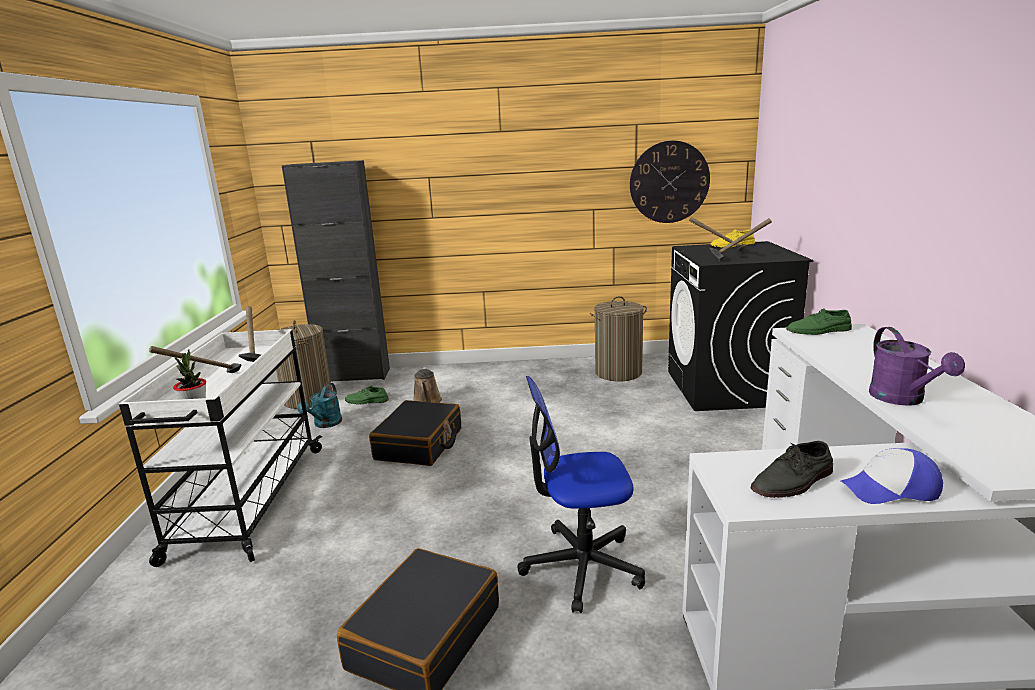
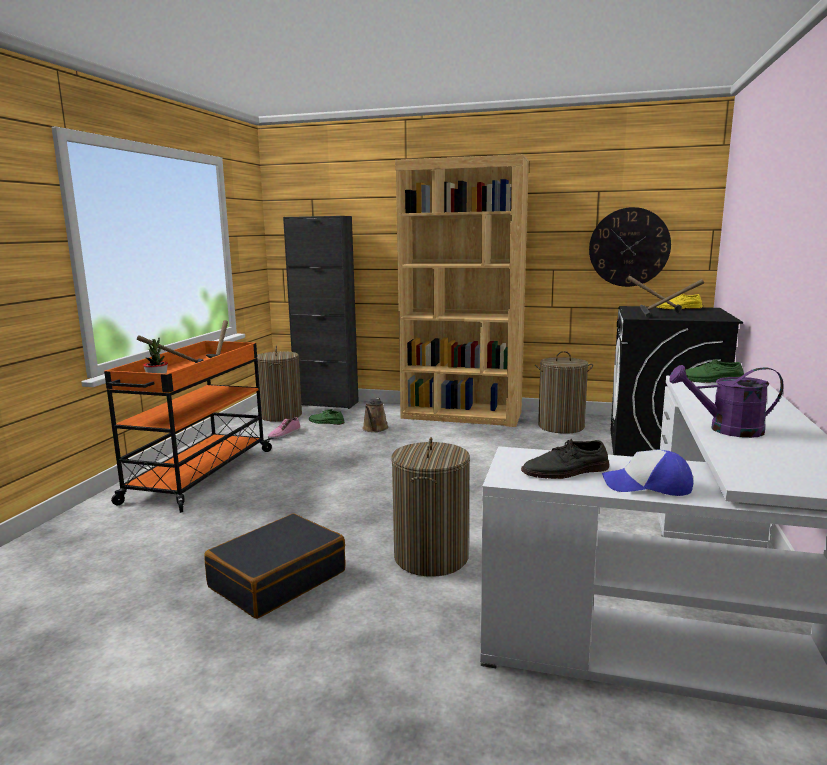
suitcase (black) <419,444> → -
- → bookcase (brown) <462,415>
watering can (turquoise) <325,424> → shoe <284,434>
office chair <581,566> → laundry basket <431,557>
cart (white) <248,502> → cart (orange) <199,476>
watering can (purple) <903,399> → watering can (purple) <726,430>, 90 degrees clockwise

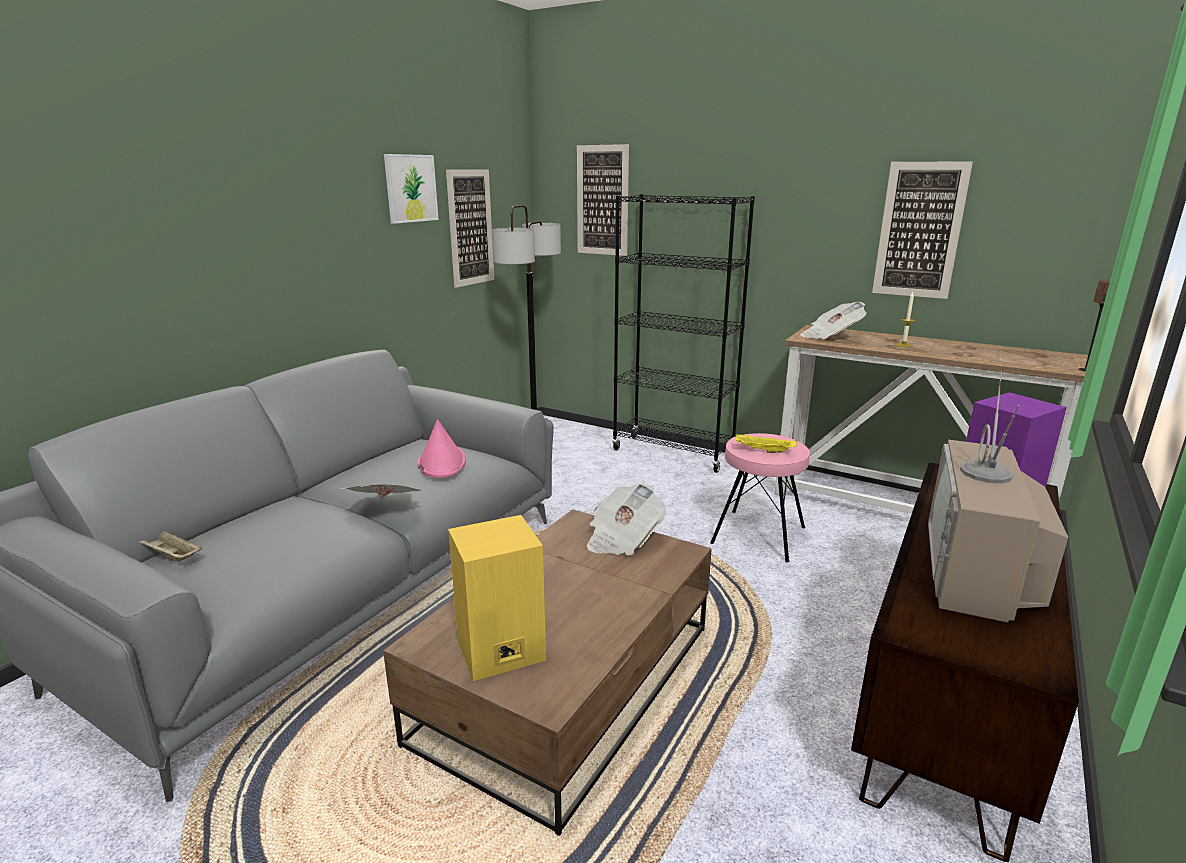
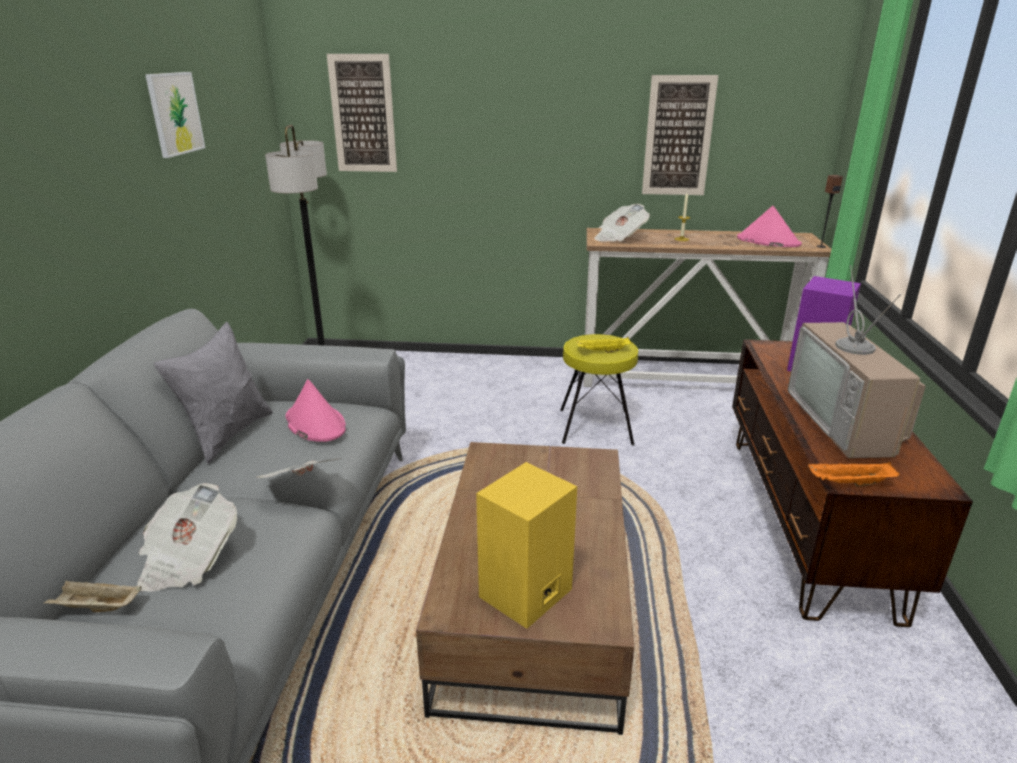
picture <470,228> → -
bookcase (black) <673,454> → -
- → pillow (grey) <227,434>
- → hat (pink) <767,241>
- → tray (orange) <849,484>
newspaper <622,539> → newspaper <188,559>, moved
stool (pink) <758,535> → stool (yellow) <595,427>

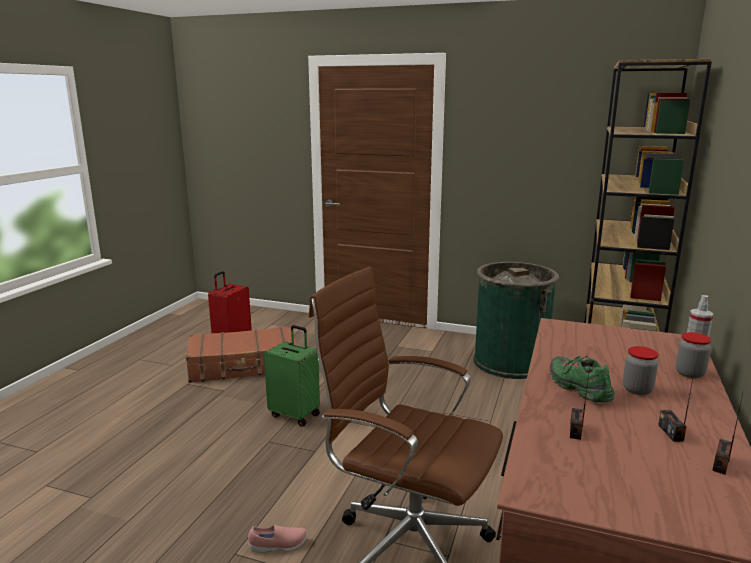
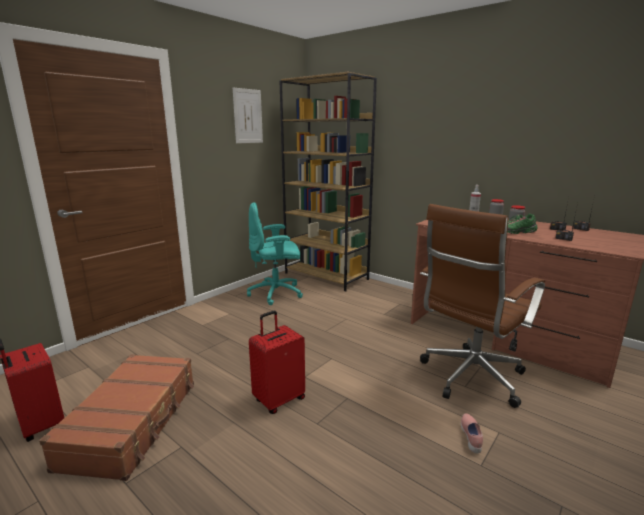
- → picture <248,116>
trash can (green) <510,362> → office chair (turquoise) <276,293>
suitcase (green) <295,414> → suitcase (red) <279,399>

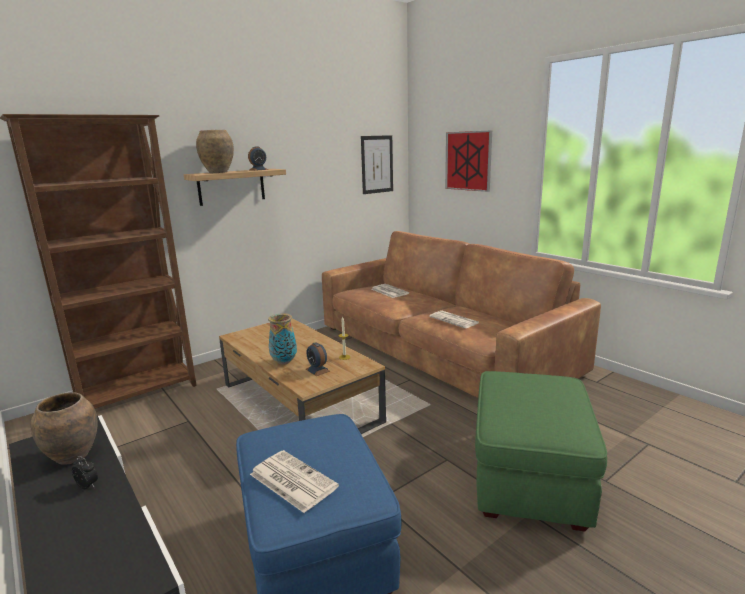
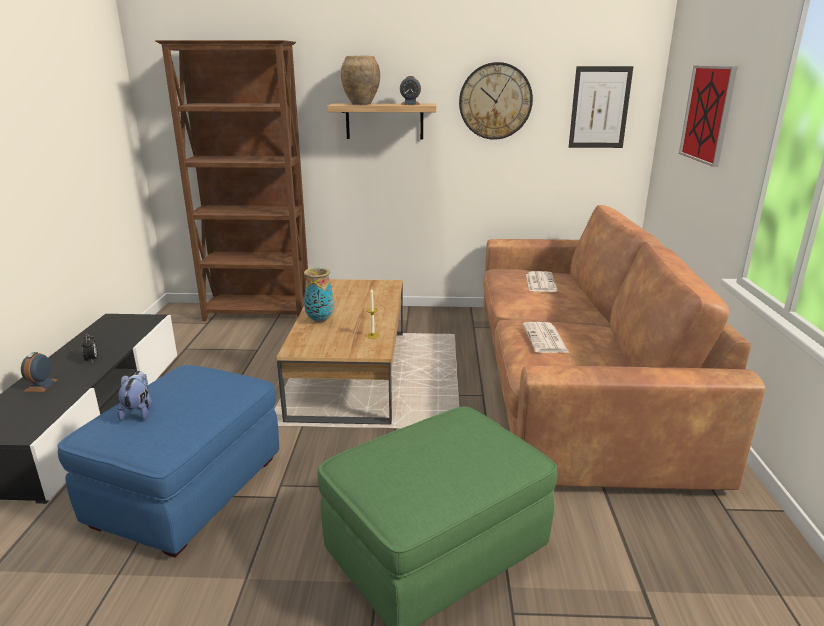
vase (brown) <73,456> → -
- → wall clock <495,101>
alarm clock <317,370> → alarm clock <41,385>, moved
newspaper <291,480> → plush toy <138,411>

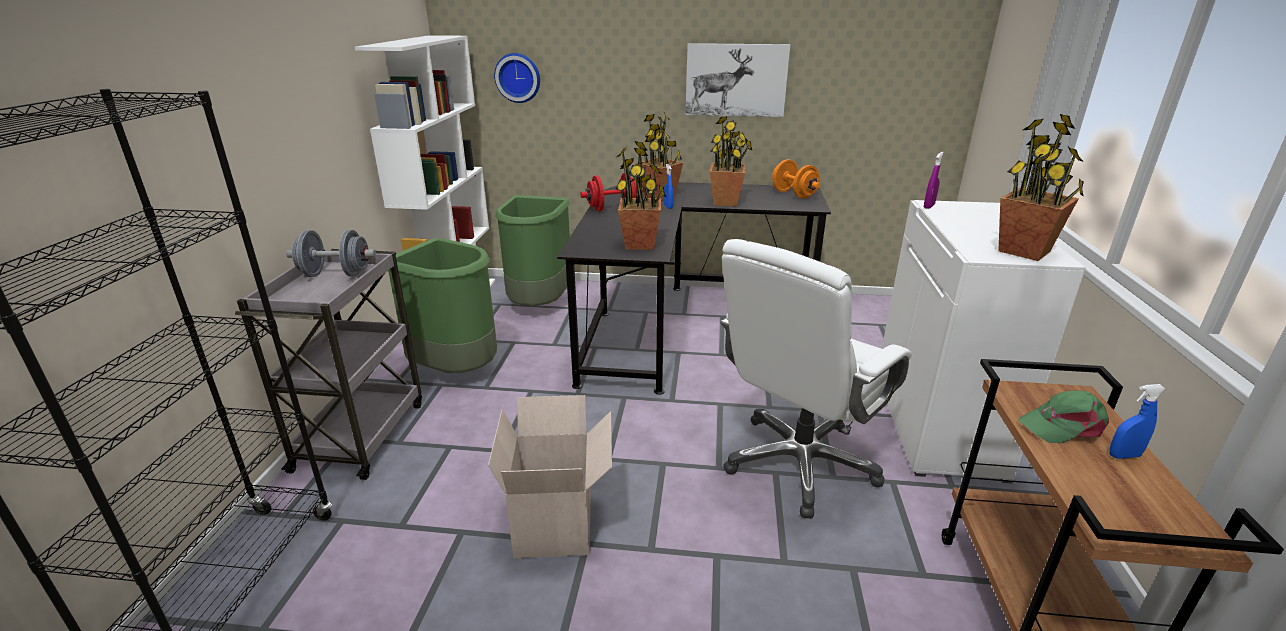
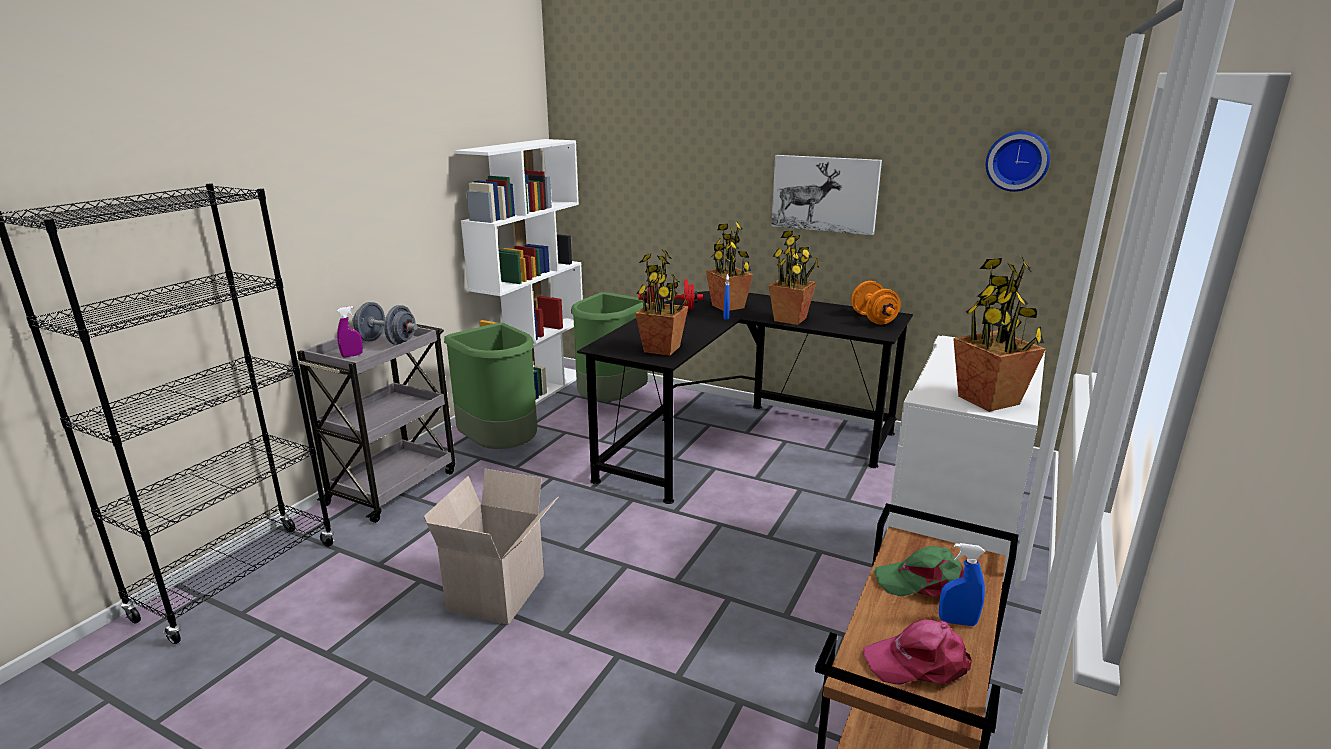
office chair (white) <799,463> → -
- → cap (pink) <918,662>
wall clock <518,77> → wall clock <1017,161>, moved
spray bottle (purple) <929,206> → spray bottle (purple) <352,355>, moved

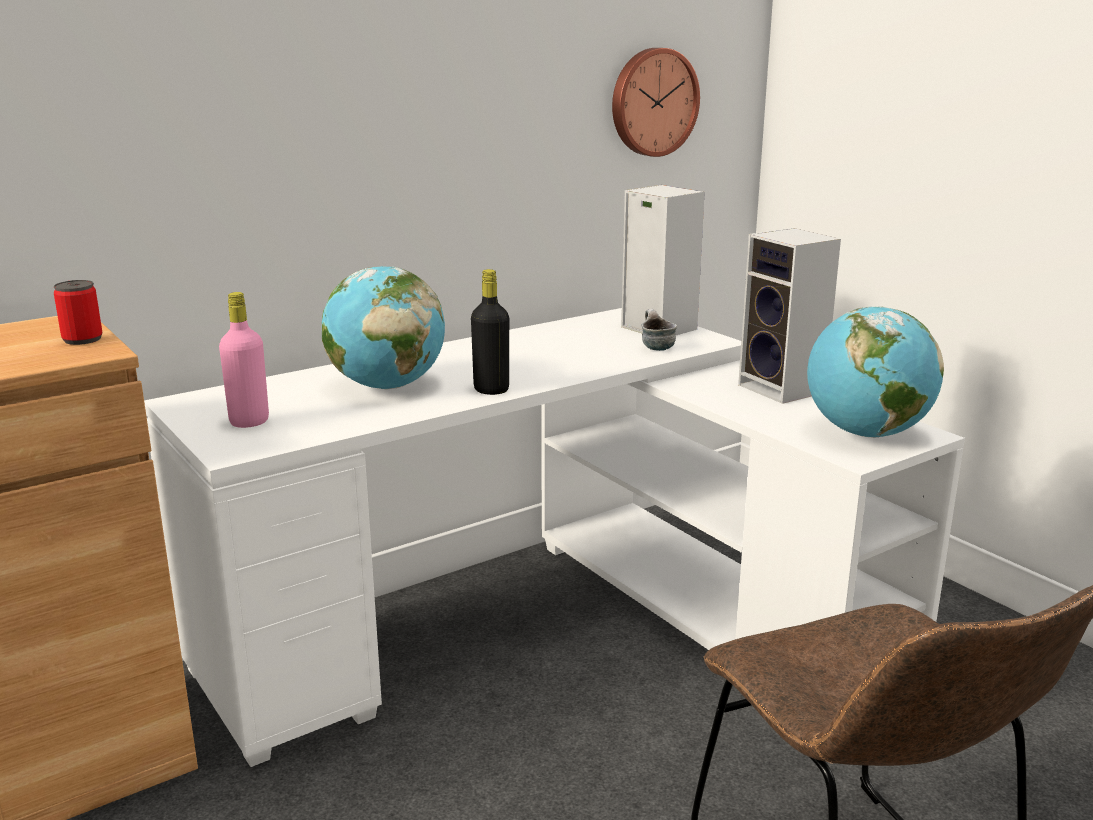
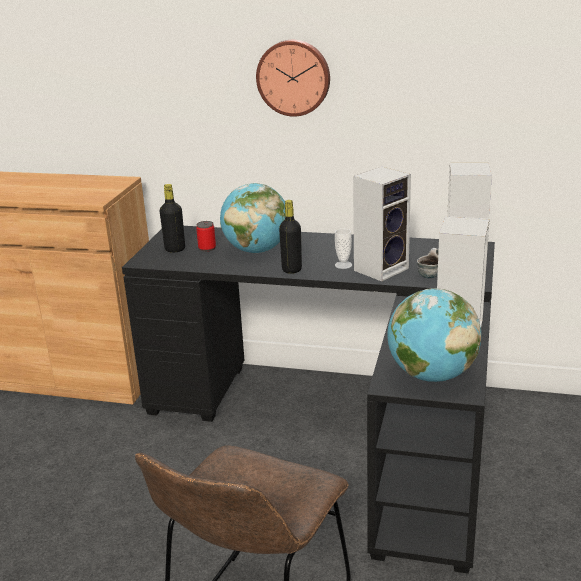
- → cup <343,265>
- → speaker <381,268>
can <82,339> → can <207,248>, moved
wall clock <652,102> → wall clock <294,77>, moved
desk (white) <553,629> → desk (black) <342,426>
bottle (pink) <249,422> → bottle (black) <175,249>

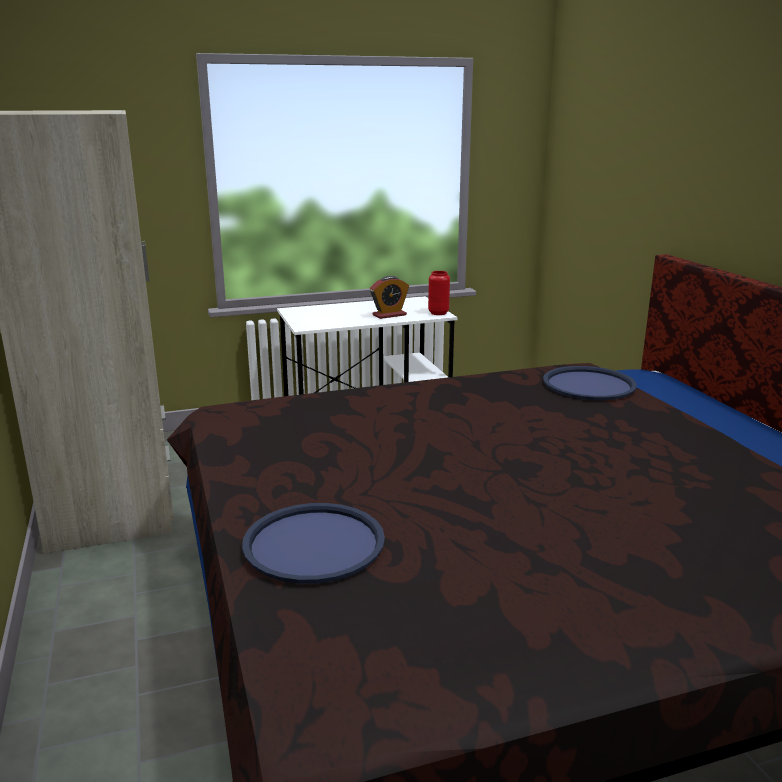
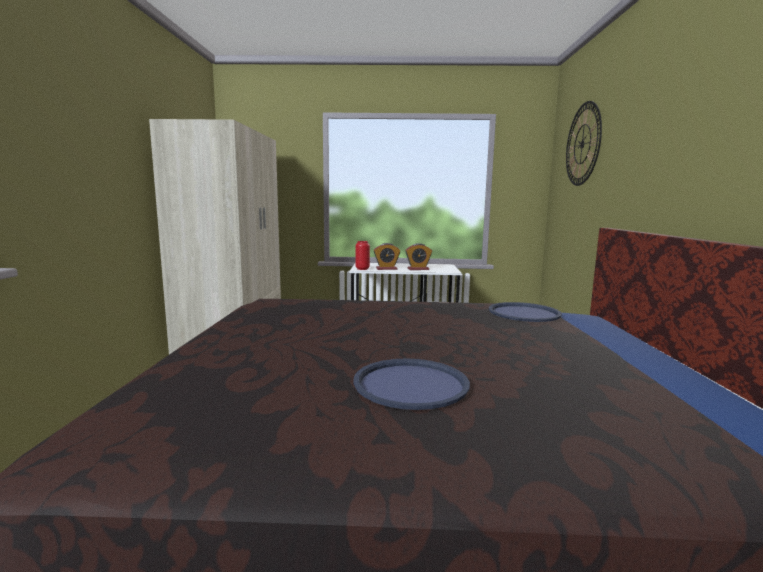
- → alarm clock <386,269>
- → wall clock <582,144>
tray (blue) <313,544> → tray (blue) <410,384>, moved
vase (red) <438,313> → vase (red) <362,269>, moved

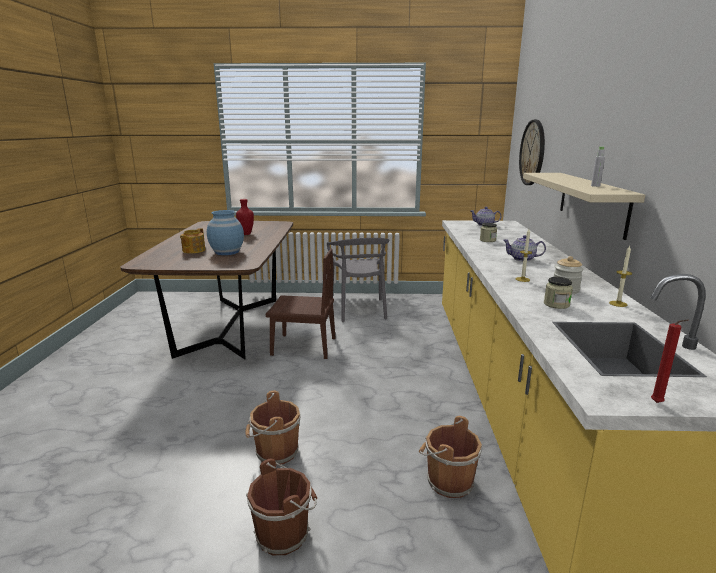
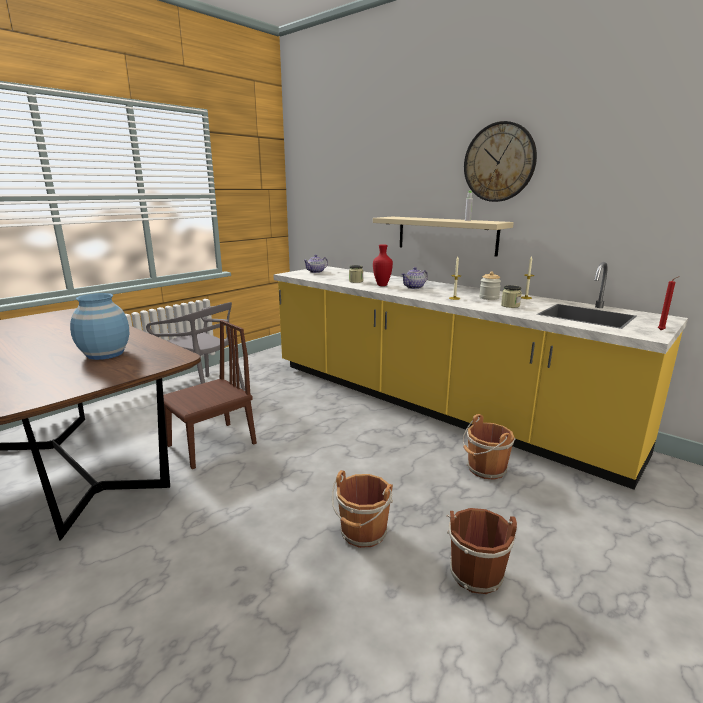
teapot <193,250> → -
vase (red) <246,234> → vase (red) <382,285>, moved
wall clock <532,153> → wall clock <499,162>, moved

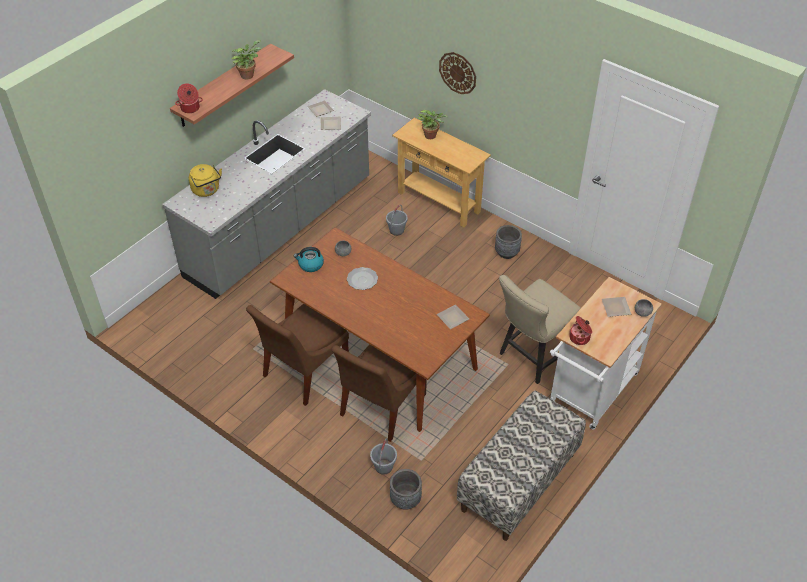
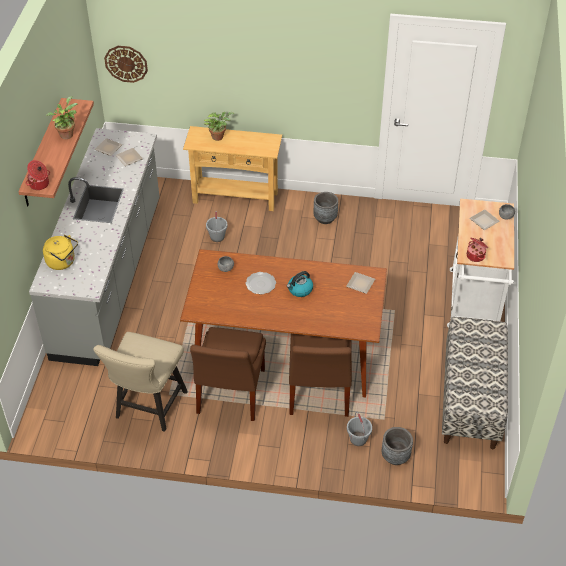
kettle <310,265> → kettle <300,290>, moved
wall clock <458,73> → wall clock <126,63>, moved
chair (beige) <532,358> → chair (beige) <148,408>, moved

